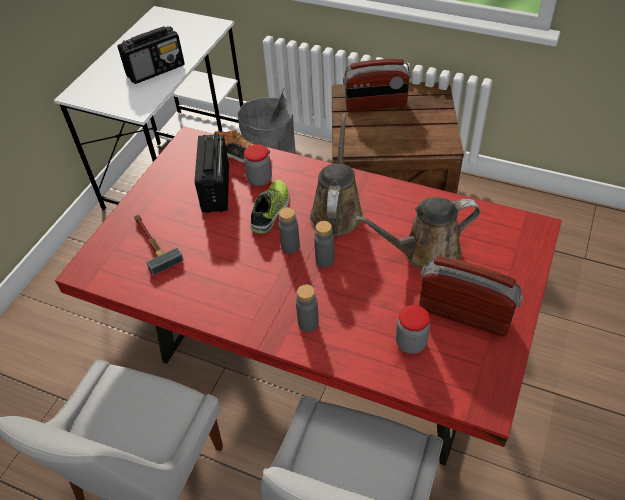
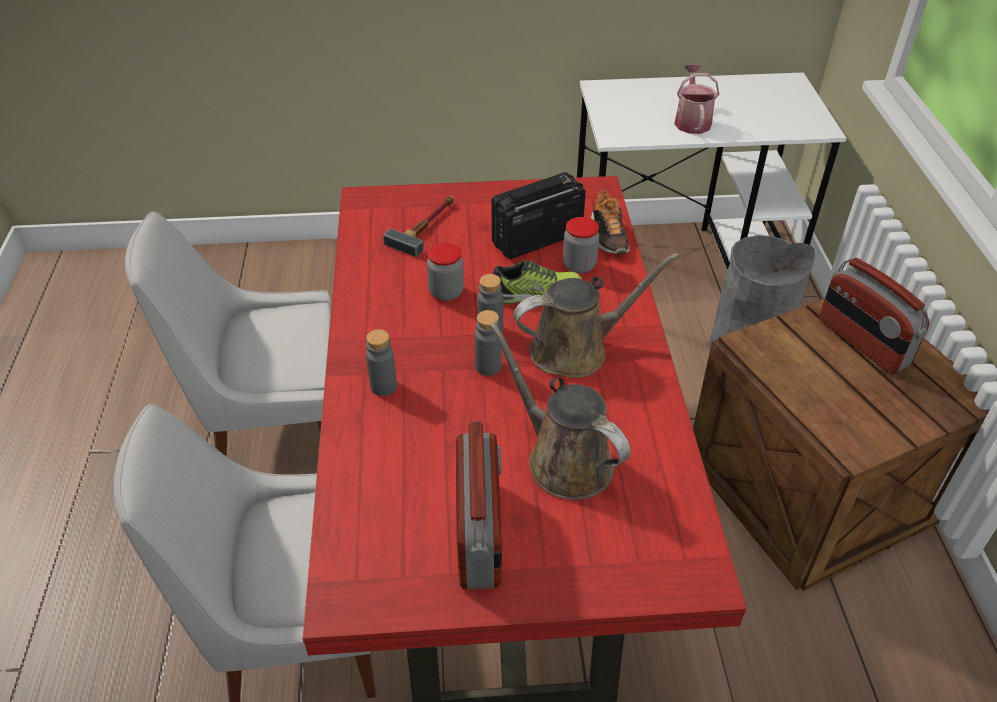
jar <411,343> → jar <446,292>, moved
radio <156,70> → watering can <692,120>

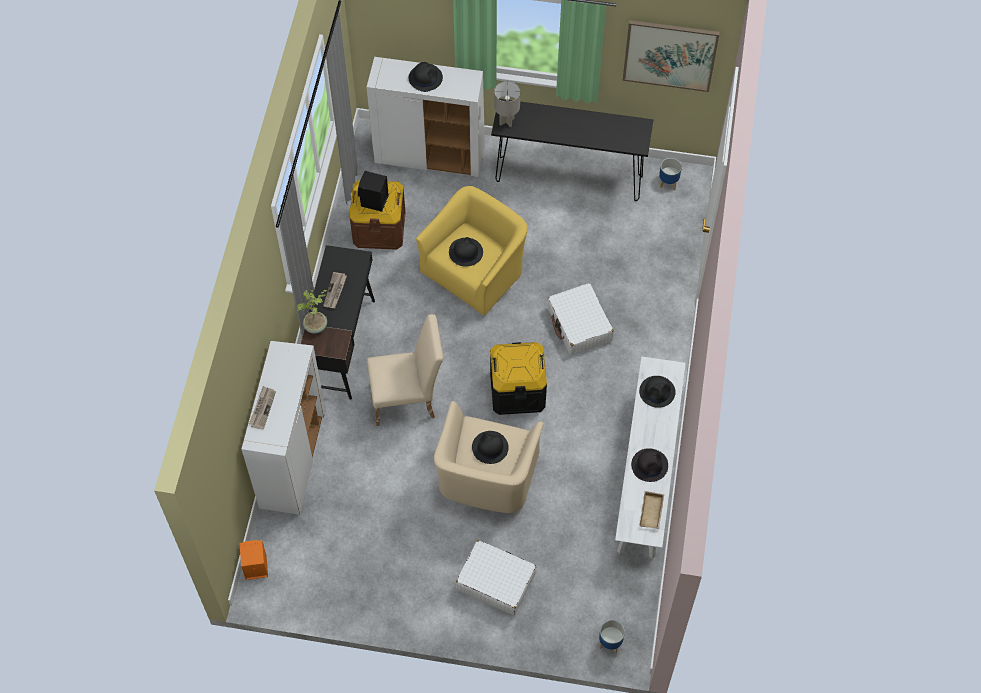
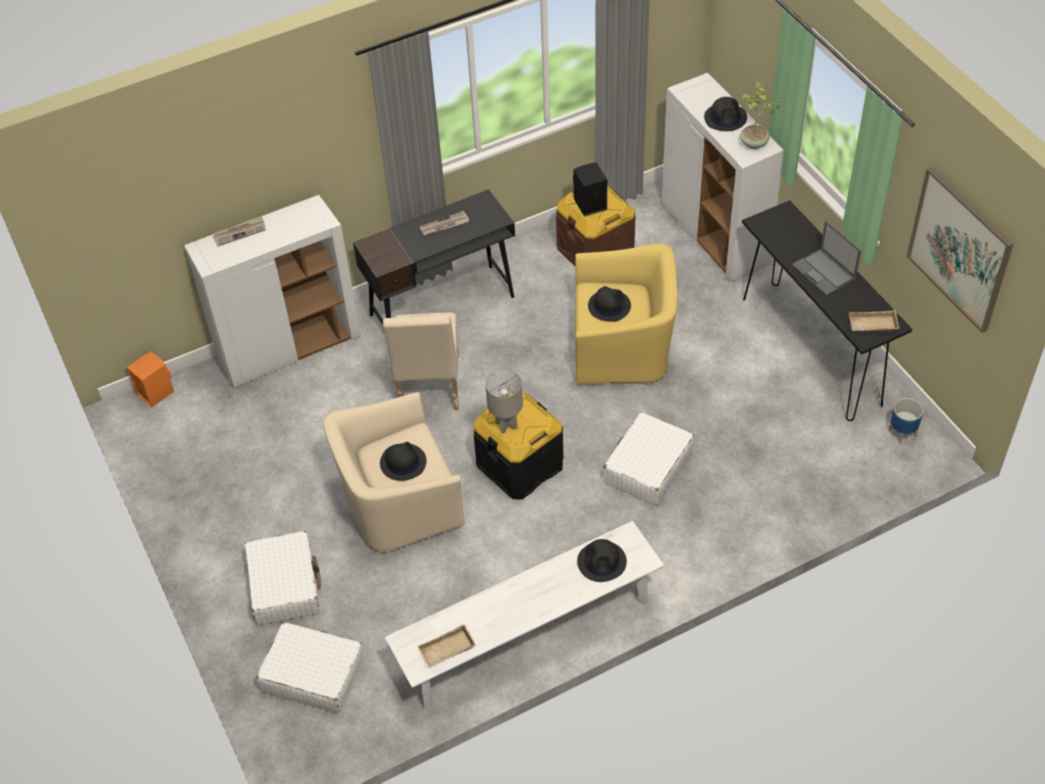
planter <610,642> → -
hat (black) <649,465> → -
- → suitcase (white) <313,674>
- → laptop <824,272>
- → tray (beige) <872,325>
potted plant <316,326> → potted plant <754,144>, moved
table lamp (grey) <507,121> → table lamp (grey) <506,425>, moved
chair (beige) <408,400> → chair (beige) <428,389>, 45 degrees clockwise

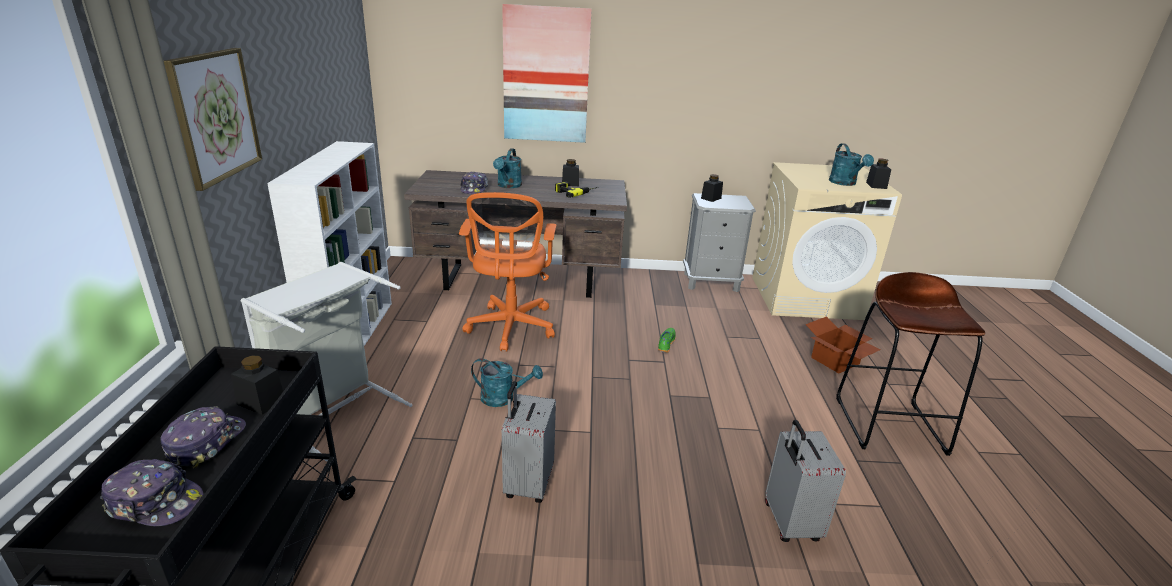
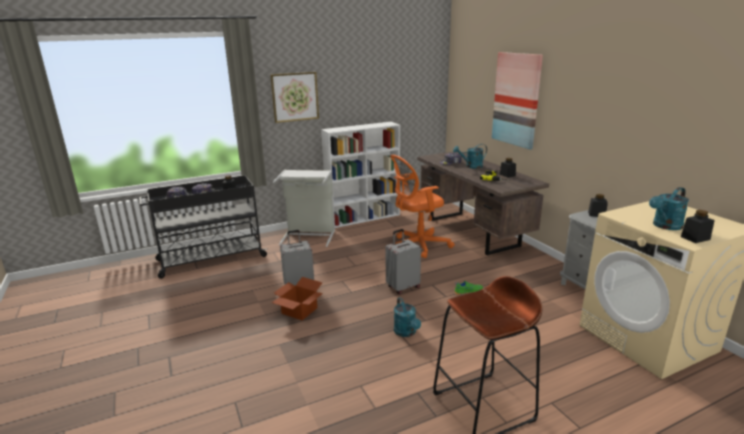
watering can (turquoise) <503,398> → watering can (turquoise) <406,332>, moved
suitcase (grey) <789,523> → suitcase (grey) <402,287>, moved
cardboard box <835,361> → cardboard box <298,311>, moved

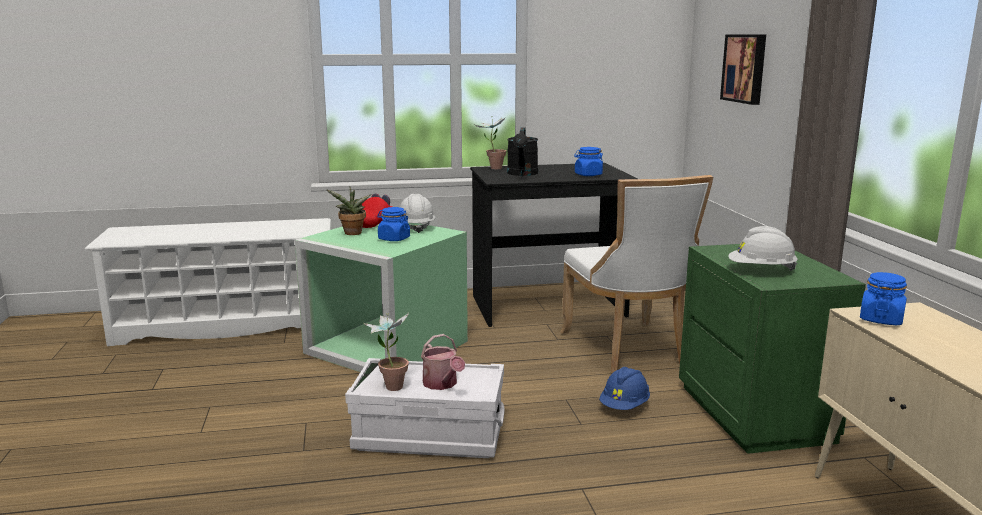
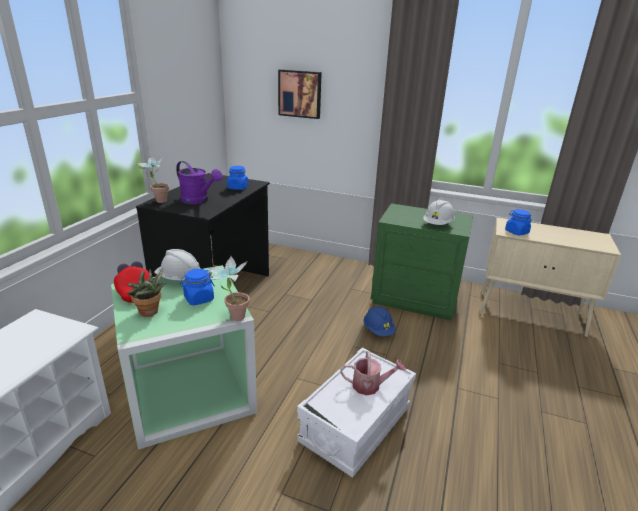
chair (white) <628,349> → -
potted plant <390,385> → potted plant <232,317>, moved
watering can (black) <522,174> → watering can (purple) <199,201>

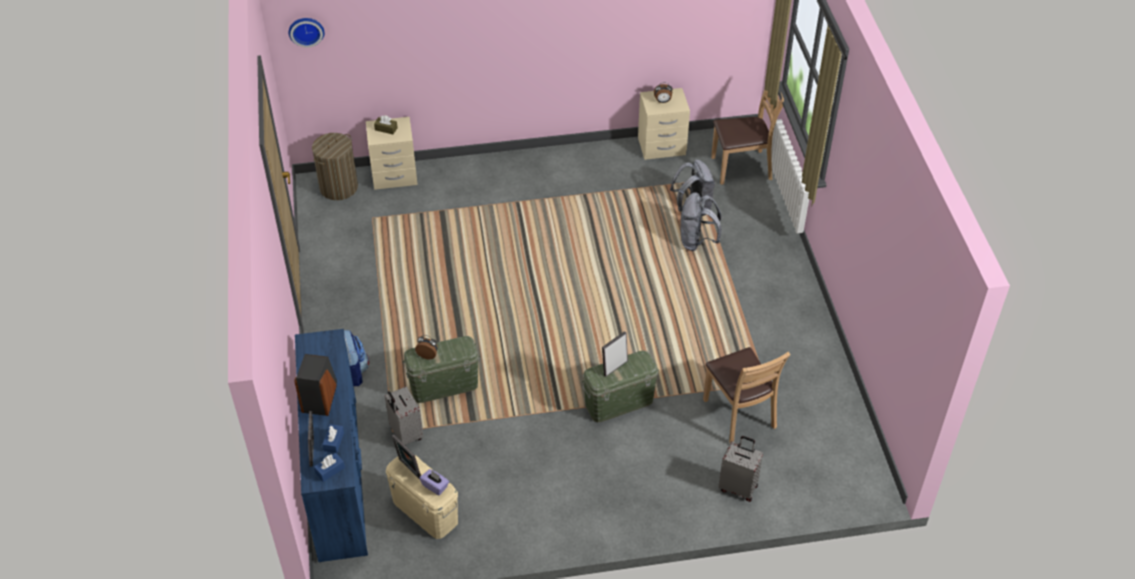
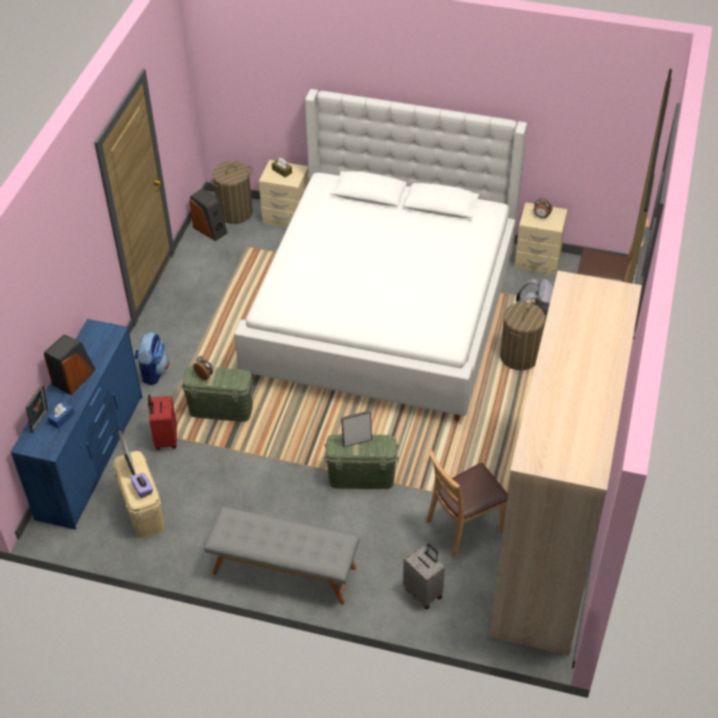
wall clock <306,30> → -
tissue box (blue) <330,470> → -
- → speaker <210,229>
- → bench (grey) <284,571>
- → bed (white) <384,310>
- → wardrobe <548,544>
backpack (grey) <697,241> → laundry basket <519,356>
suitcase (grey) <405,434> → suitcase (red) <165,439>
chair (brown) <739,415> → chair (brown) <464,527>, 60 degrees clockwise

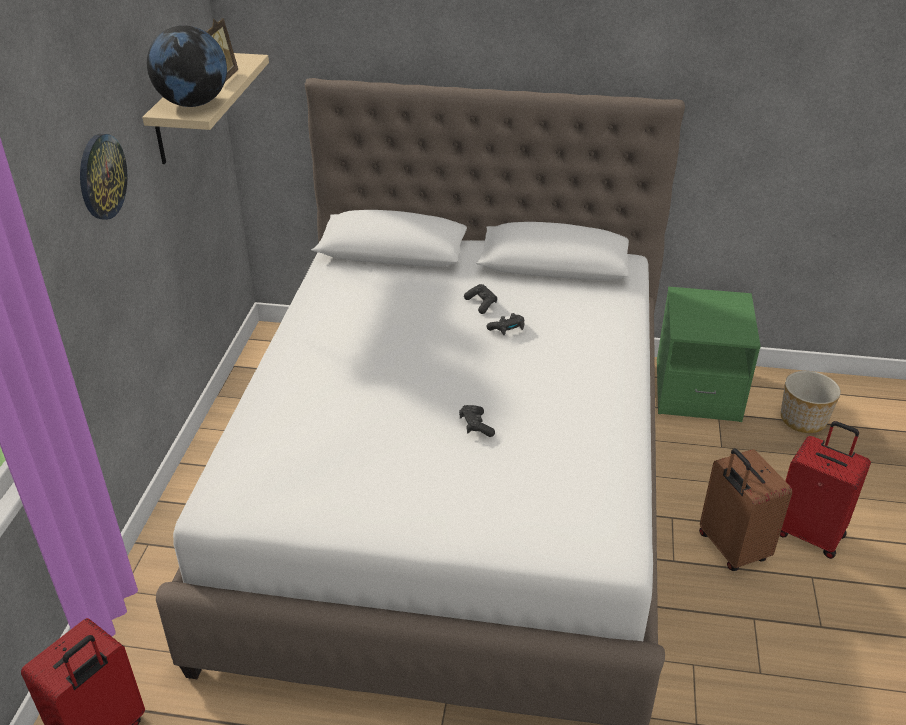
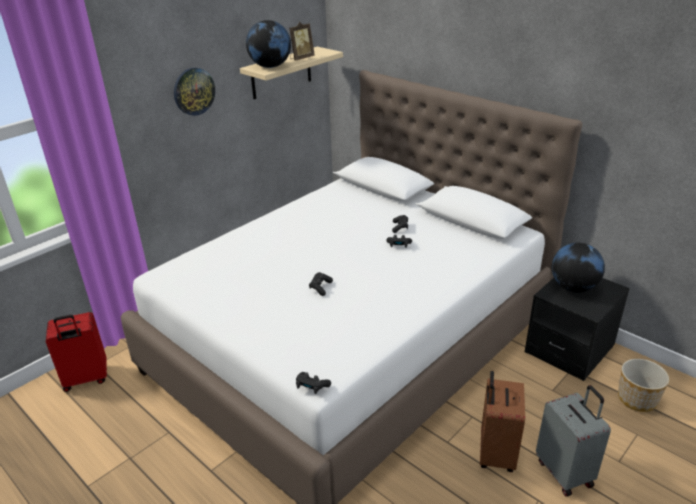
- → game controller (black) <311,387>
- → globe <573,287>
nightstand (green) <697,390> → nightstand (black) <569,349>
suitcase (red) <809,533> → suitcase (grey) <565,472>

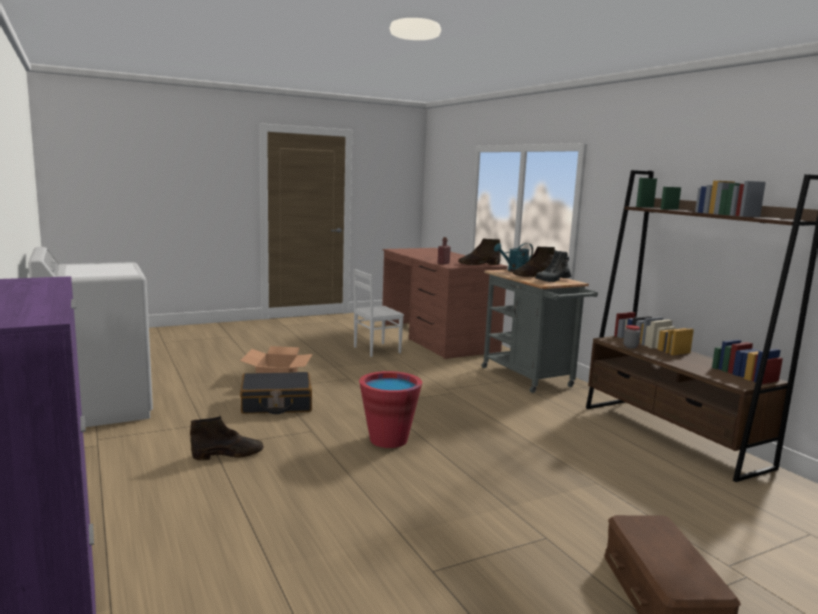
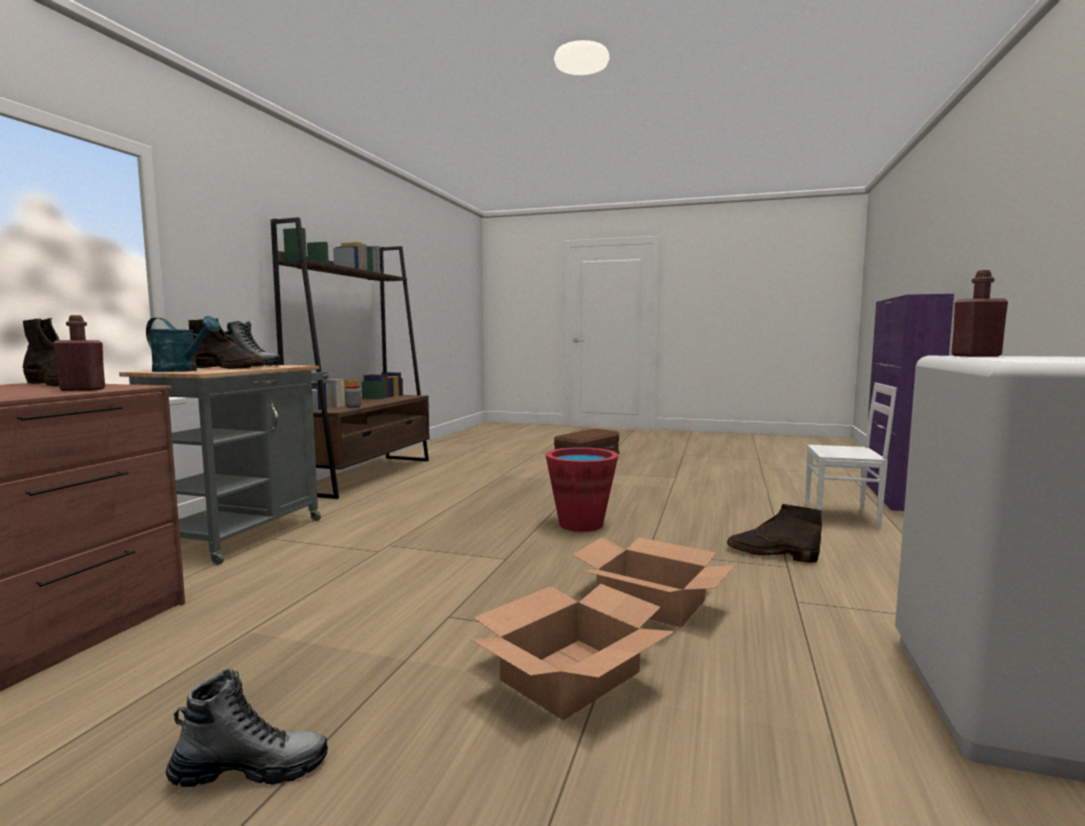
- → boot <251,770>
- → bottle (red) <976,356>
chair (white) <376,350> → chair (white) <842,517>, moved
suitcase (black) <276,404> → cardboard box <651,602>

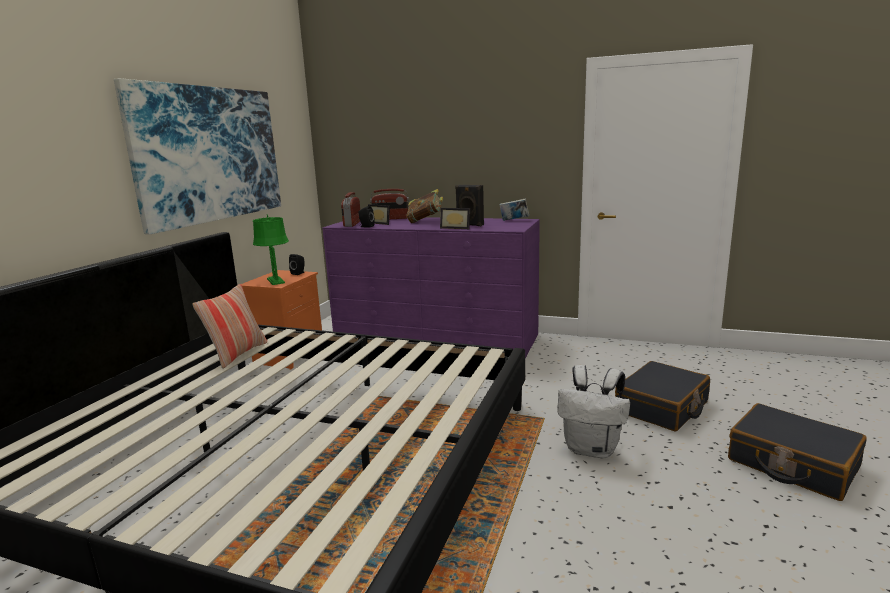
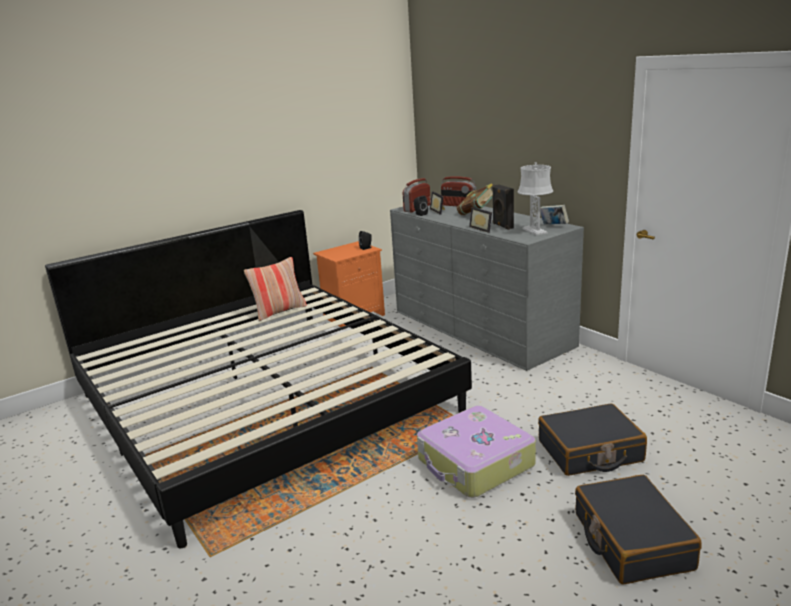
picture <210,154> → -
table lamp (green) <275,281> → -
- → table lamp (grey) <535,231>
backpack (white) <592,449> → suitcase <475,464>
dresser (purple) <436,338> → dresser (grey) <480,328>

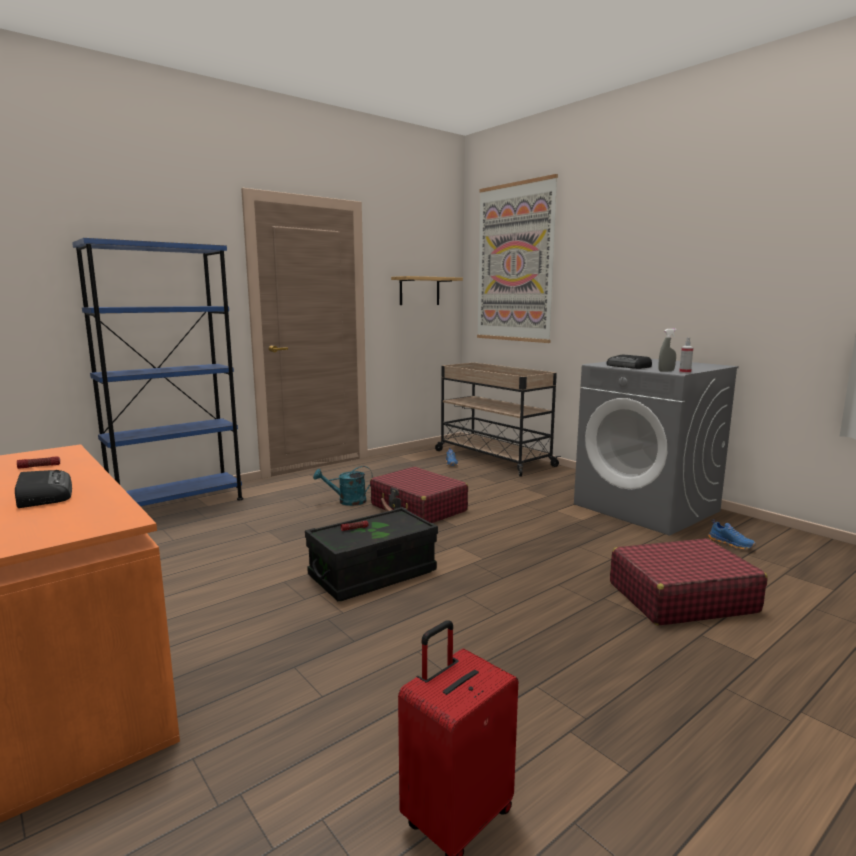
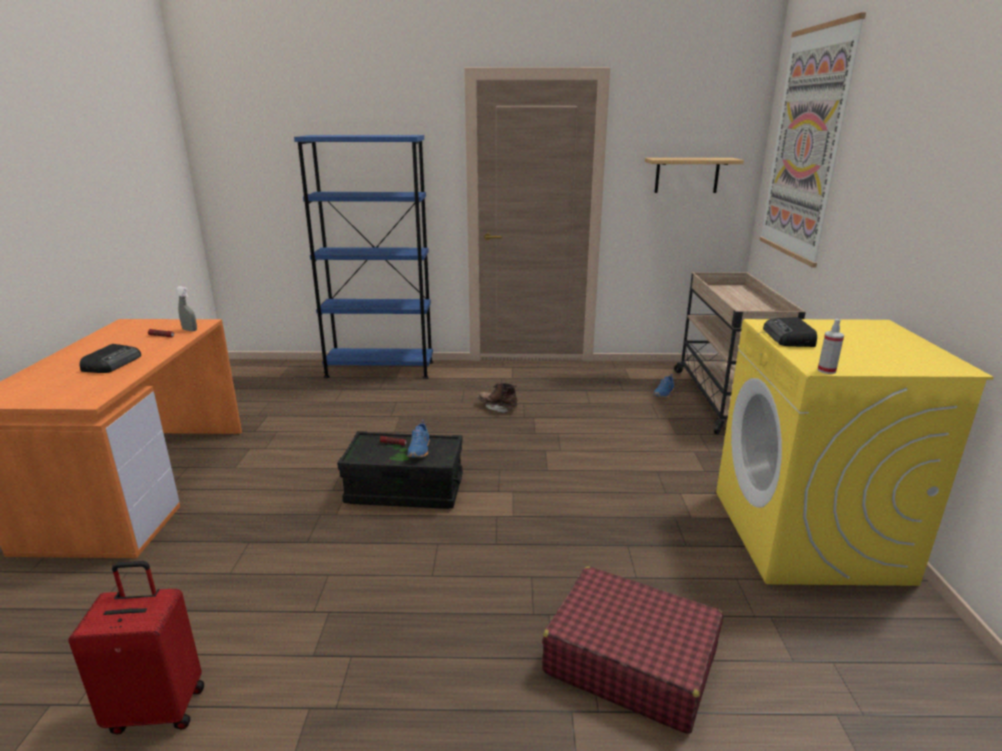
suitcase (red) <418,508> → -
spray bottle (grey) <666,371> → spray bottle (grey) <190,330>, moved
shoe (blue) <731,544> → shoe (blue) <420,450>, moved
watering can (turquoise) <347,501> → boot (brown) <497,407>
washing machine (grey) <647,508> → washing machine (yellow) <808,535>

